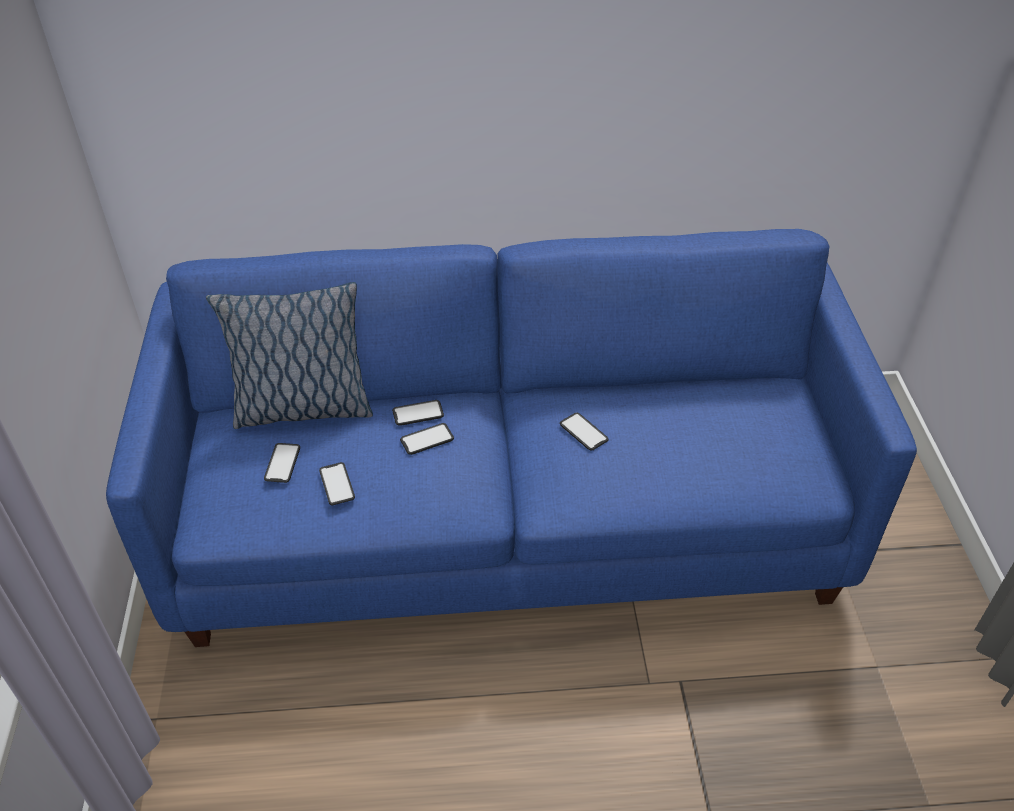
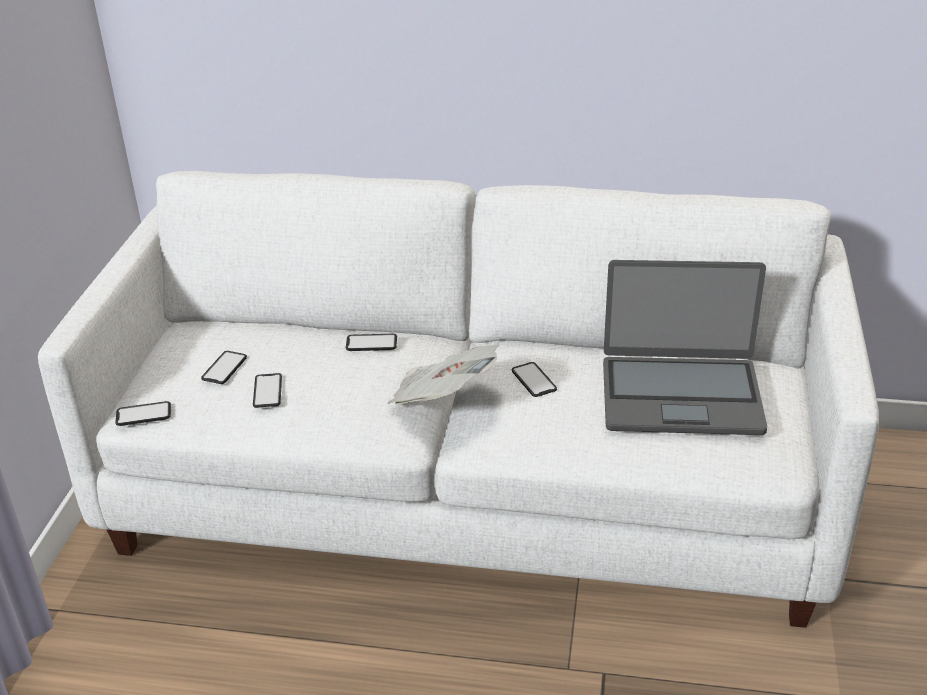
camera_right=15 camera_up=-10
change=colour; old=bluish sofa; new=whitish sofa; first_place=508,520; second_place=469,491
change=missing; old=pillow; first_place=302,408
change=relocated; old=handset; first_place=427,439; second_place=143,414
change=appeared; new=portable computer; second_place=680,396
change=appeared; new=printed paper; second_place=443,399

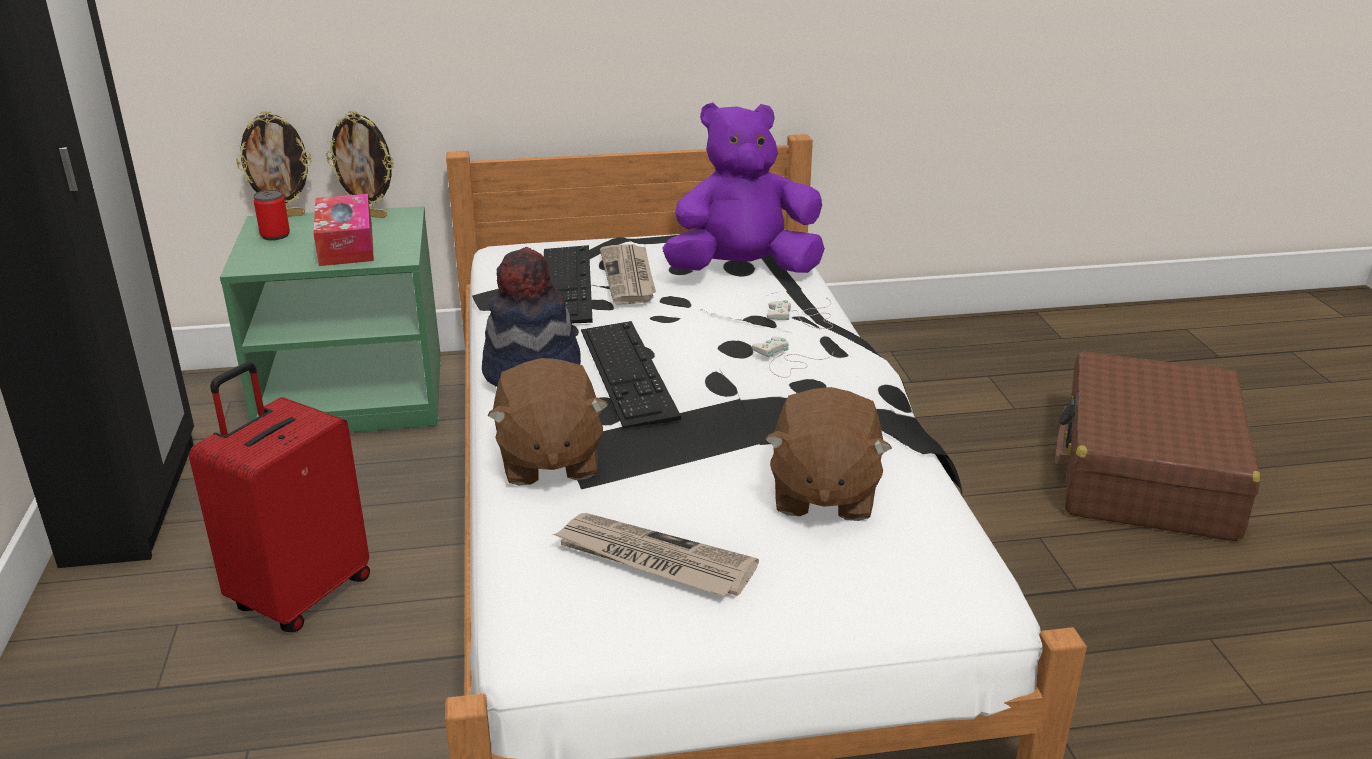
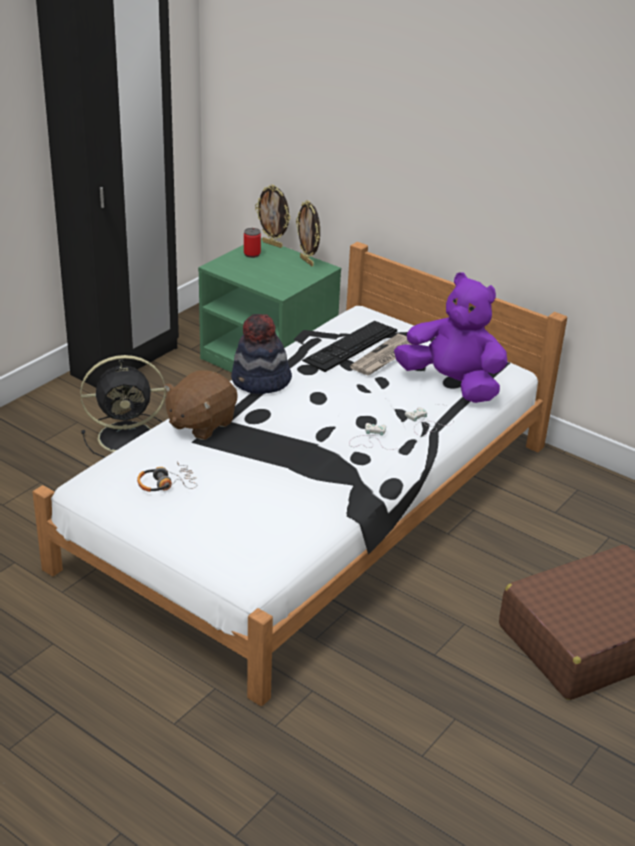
camera_right=45 camera_up=5
change=missing; old=box of tissues; first_place=346,244
change=missing; old=computer keyboard; first_place=627,372
change=exchanged; old=reddish piece of luggage; new=blackish cooling fan; first_place=300,594; second_place=128,437
change=missing; old=brown-coloured soft toy; first_place=822,493
change=exchanged; old=printed paper; new=pair of headphones; first_place=652,560; second_place=166,484

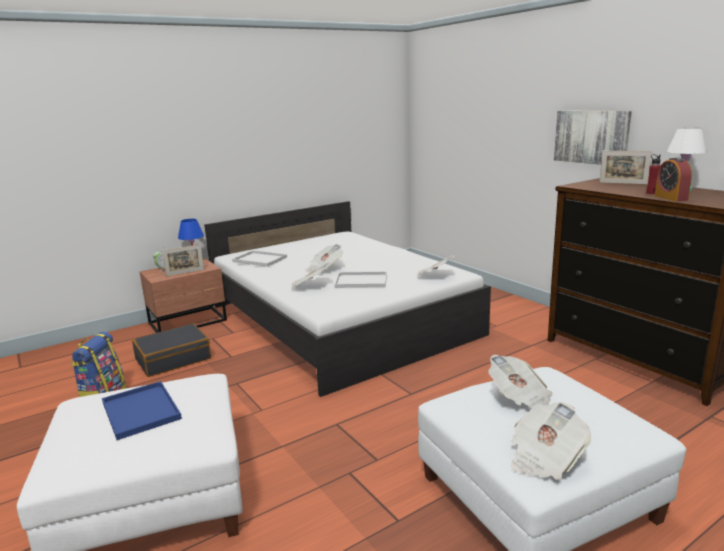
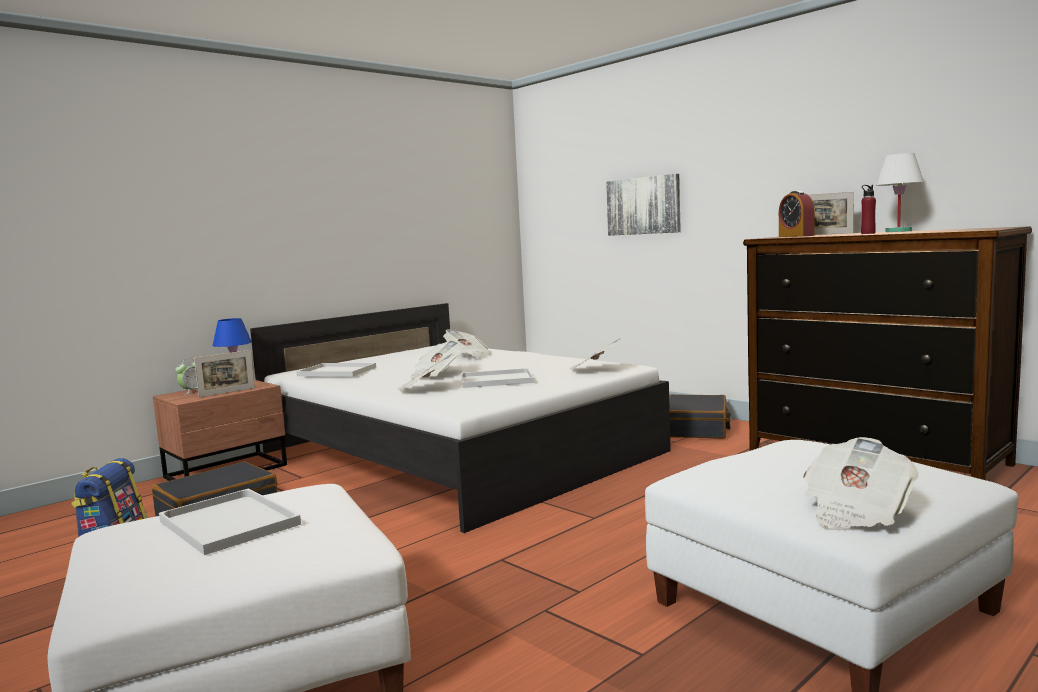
camera_right=-10 camera_up=-10
change=relocated; old=wall picture; first_place=591,137; second_place=643,206
change=relocated; old=table clock; first_place=670,198; second_place=796,236
change=relocated; old=printed paper; first_place=520,399; second_place=468,356
change=colour; old=bluish tray; new=whitish tray; first_place=139,410; second_place=226,522
change=appeared; new=blackish piece of luggage; second_place=697,429

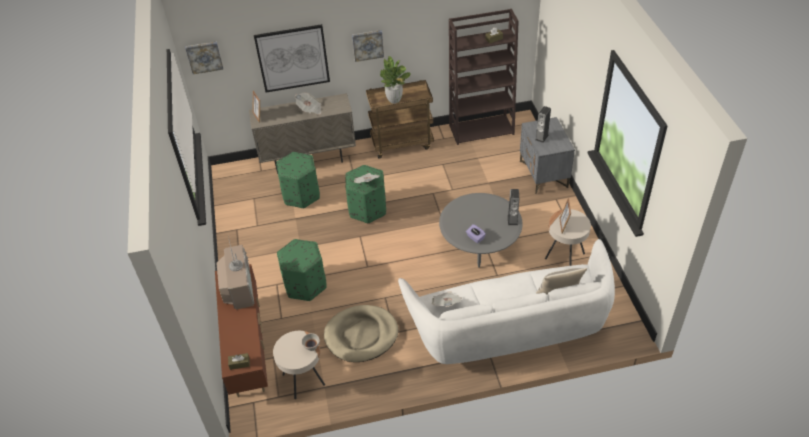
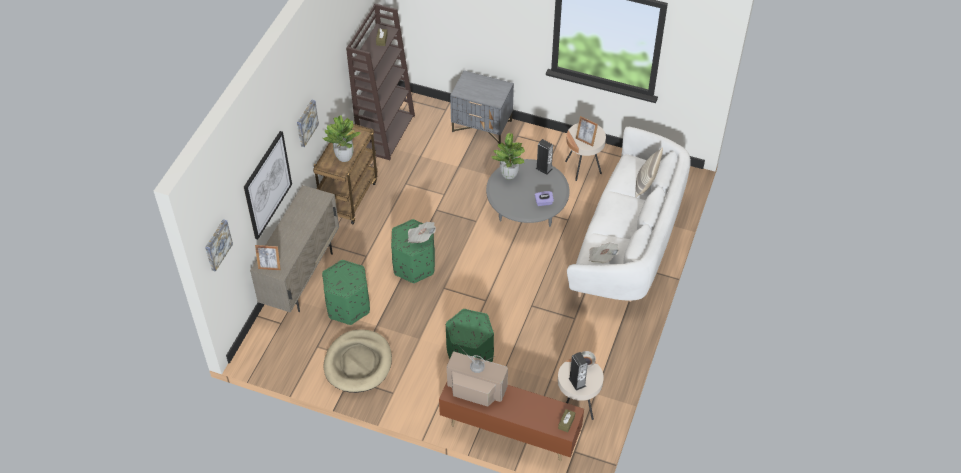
camera_right=-60 camera_up=5
change=missing; old=printed paper; first_place=310,109
change=relocated; old=speaker; first_place=541,137; second_place=577,382
change=relocated; old=sand-coloured dog bed; first_place=361,335; second_place=358,363
change=appeared; new=houseplant; second_place=509,175

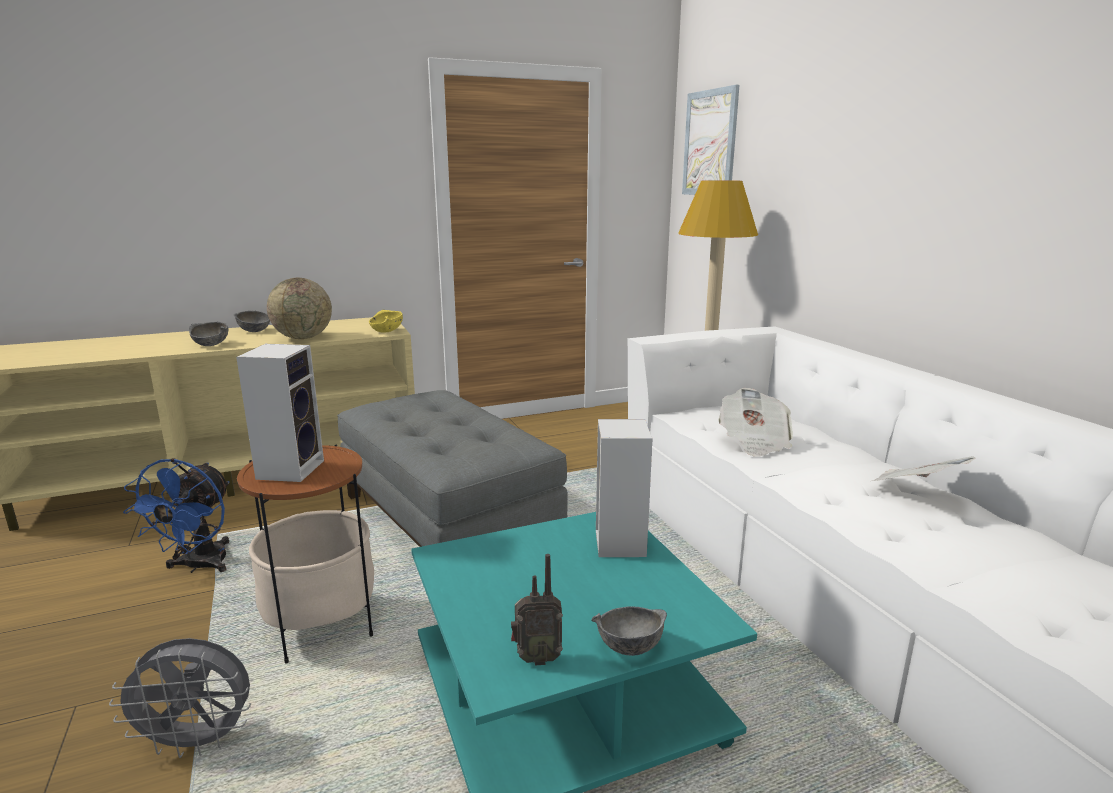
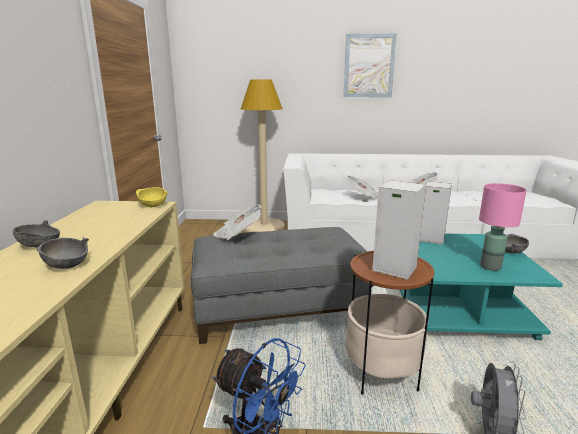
camera_right=-65 camera_up=0
change=relocated; old=wall picture; first_place=710,143; second_place=369,66
change=missing; old=world globe; first_place=303,338
change=missing; old=radio set; first_place=536,658
change=appeared; new=pink-coloured lamp for a table; second_place=490,266
change=appeared; new=printed paper; second_place=238,234

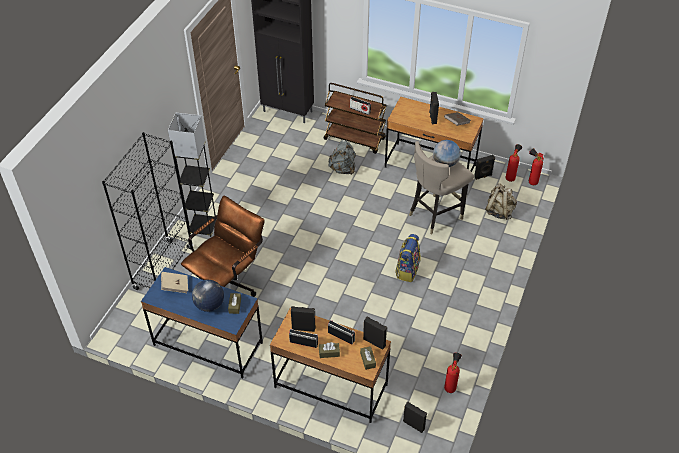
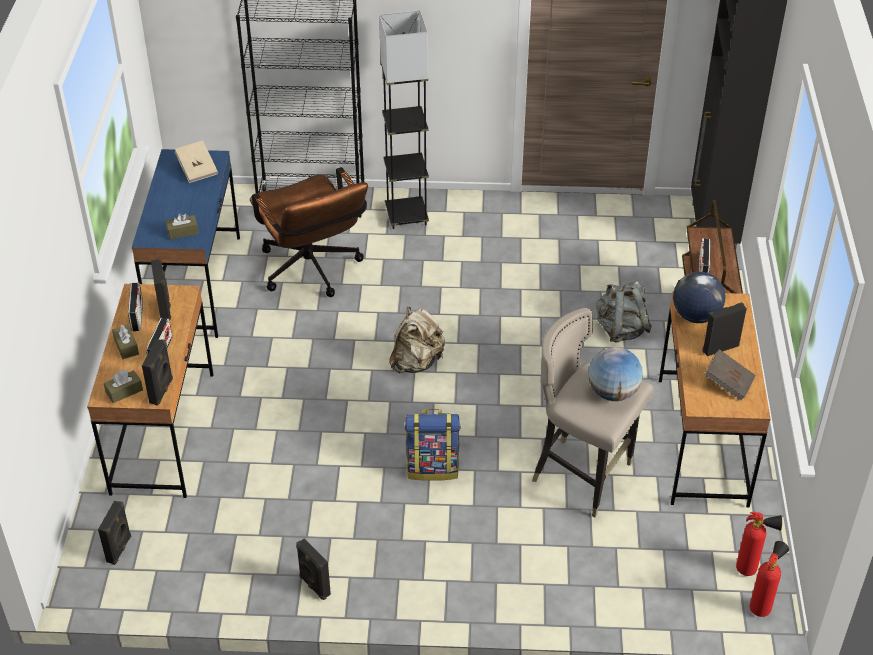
camera_right=70 camera_up=-5
change=relocated; old=blackish speaker; first_place=483,176; second_place=314,586
change=relocated; old=sand-coloured knapsack; first_place=499,211; second_place=416,362
change=spun; old=brown-coloured office chair; first_place=229,283; second_place=313,272; degrees=45
change=relocated; old=world globe; first_place=209,305; second_place=695,316
change=missing; old=fire extinguisher; first_place=450,386

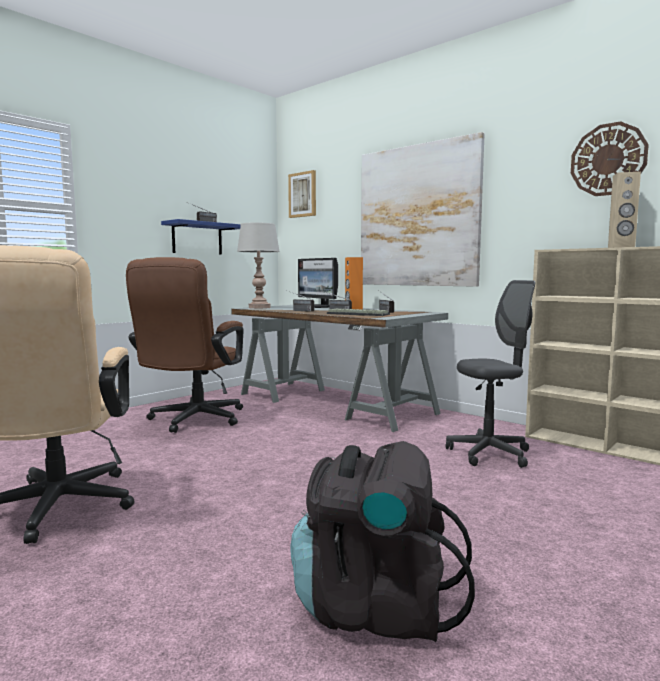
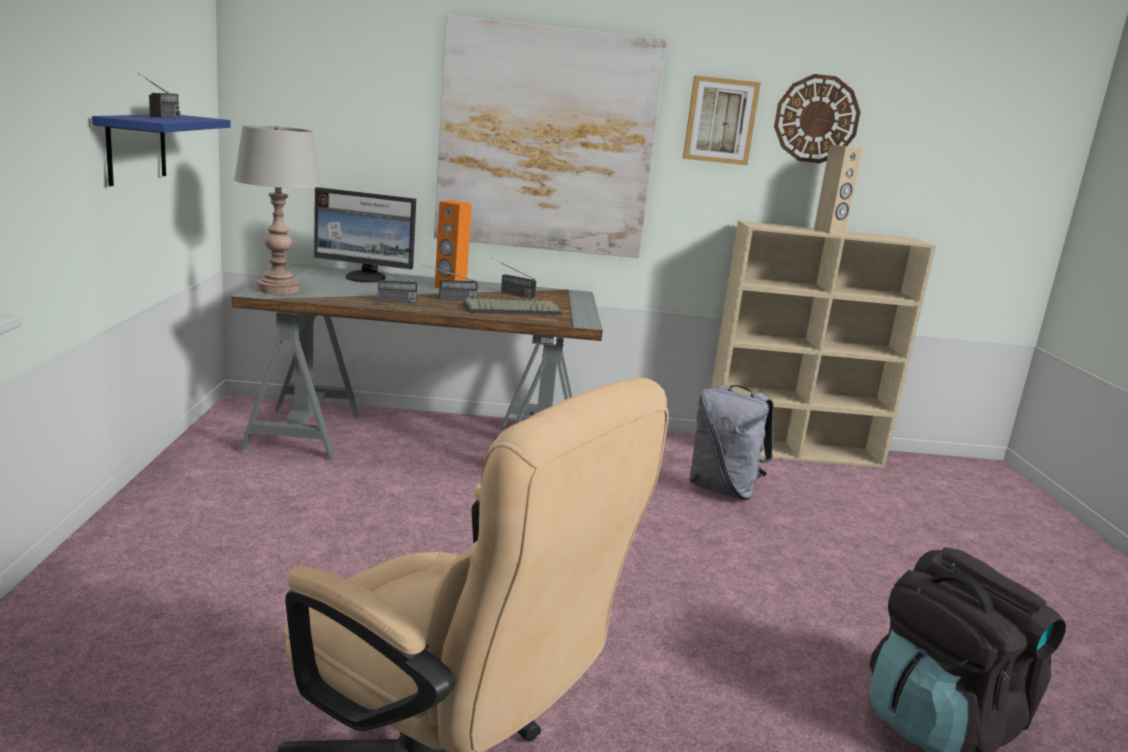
camera_right=-45 camera_up=10
change=relocated; old=wall picture; first_place=303,194; second_place=720,120
change=missing; old=brown-coloured office chair; first_place=192,421
change=exchanged; old=greyish office chair; new=greyish knapsack; first_place=489,454; second_place=723,490

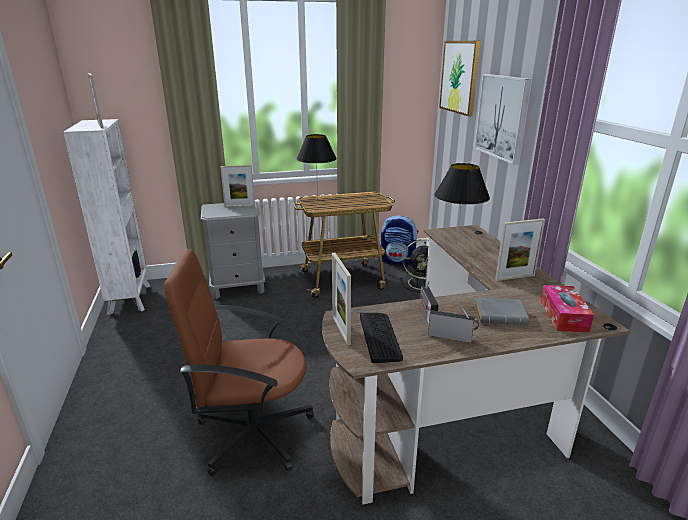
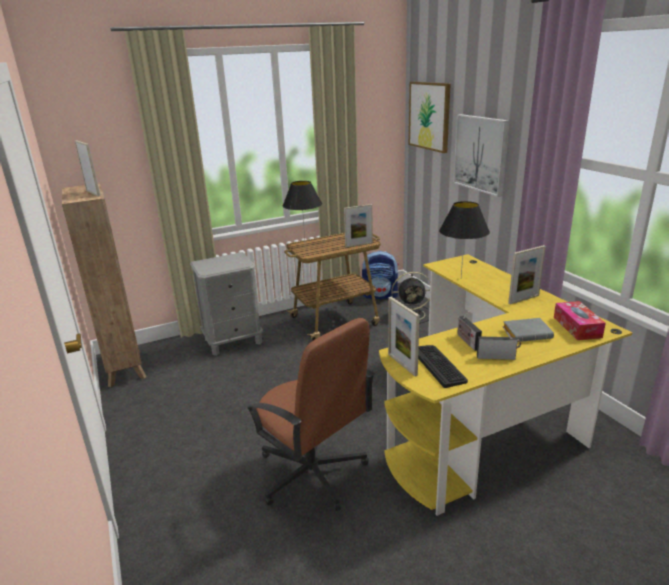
camera_right=-10 camera_up=0
change=colour; old=whitish shelving unit; new=brown-coloured shelving unit; first_place=130,298; second_place=125,367
change=relocated; old=photo frame; first_place=239,206; second_place=359,245
change=colour; old=brown-coloured desk; new=yellow-coloured desk; first_place=460,404; second_place=487,418
change=spun; old=brown-coloured office chair; first_place=252,432; second_place=312,474; degrees=-120

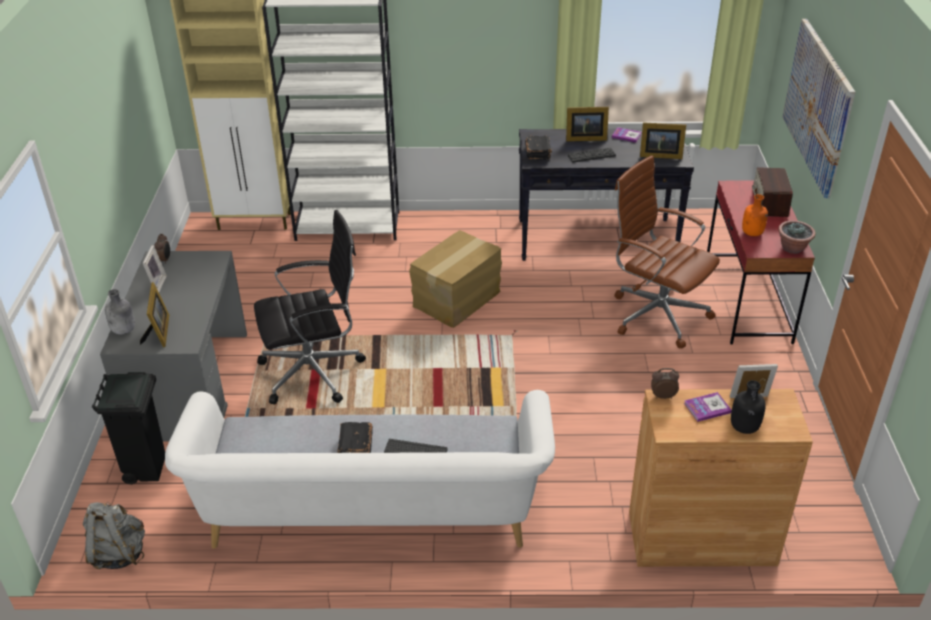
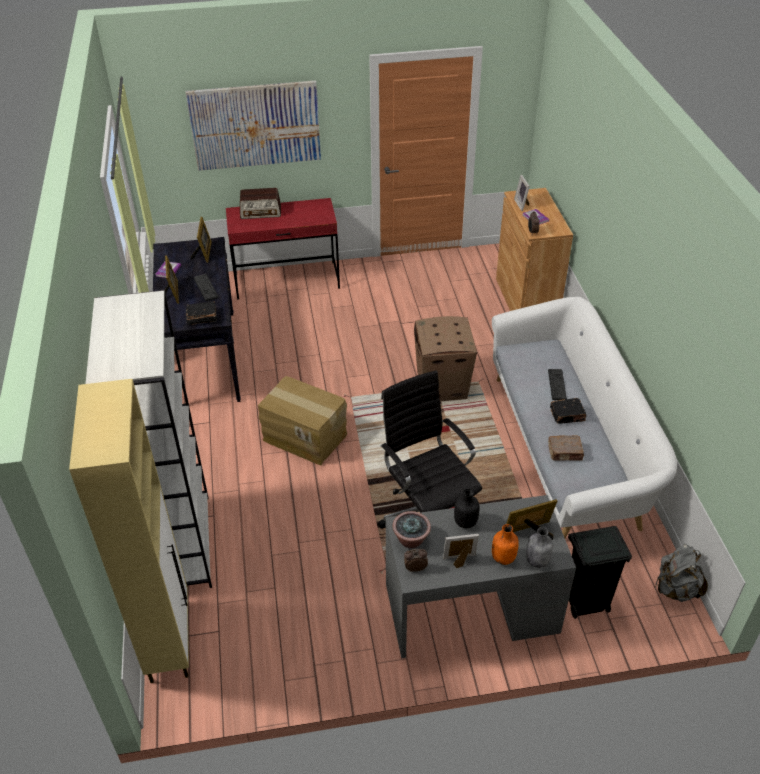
camera_right=-100 camera_up=5
change=missing; old=brown-coloured office chair; first_place=656,314
change=relocated; old=orangey beverage bottle; first_place=752,233; second_place=503,557
change=relocated; old=houseplant; first_place=793,248; second_place=411,540
change=relocated; old=blackish beverage bottle; first_place=744,428; second_place=466,522
change=appeared; new=cardboard box; second_place=442,386
change=appeared; new=brown-coloured volume; second_place=565,453

